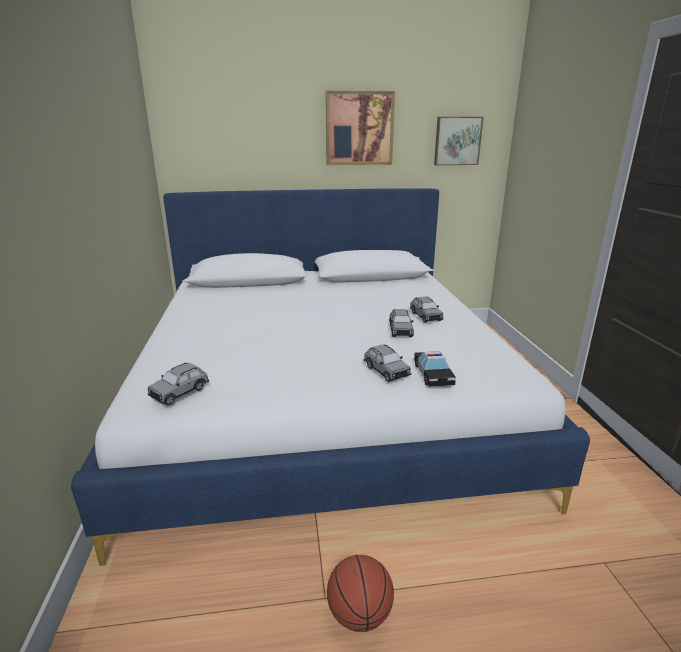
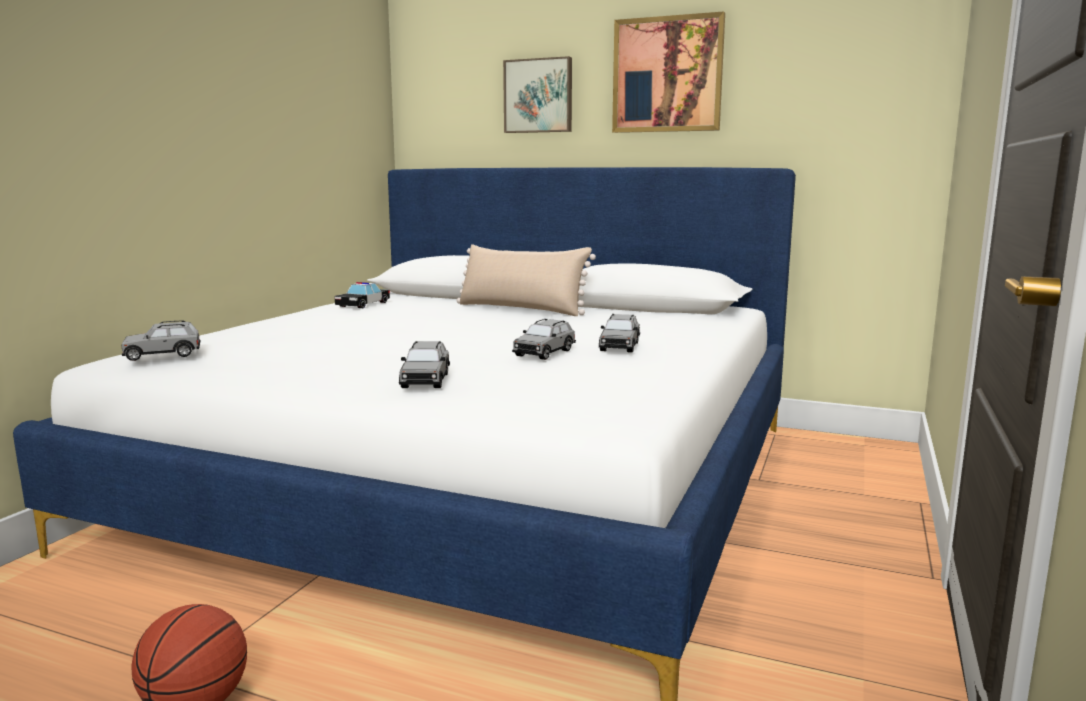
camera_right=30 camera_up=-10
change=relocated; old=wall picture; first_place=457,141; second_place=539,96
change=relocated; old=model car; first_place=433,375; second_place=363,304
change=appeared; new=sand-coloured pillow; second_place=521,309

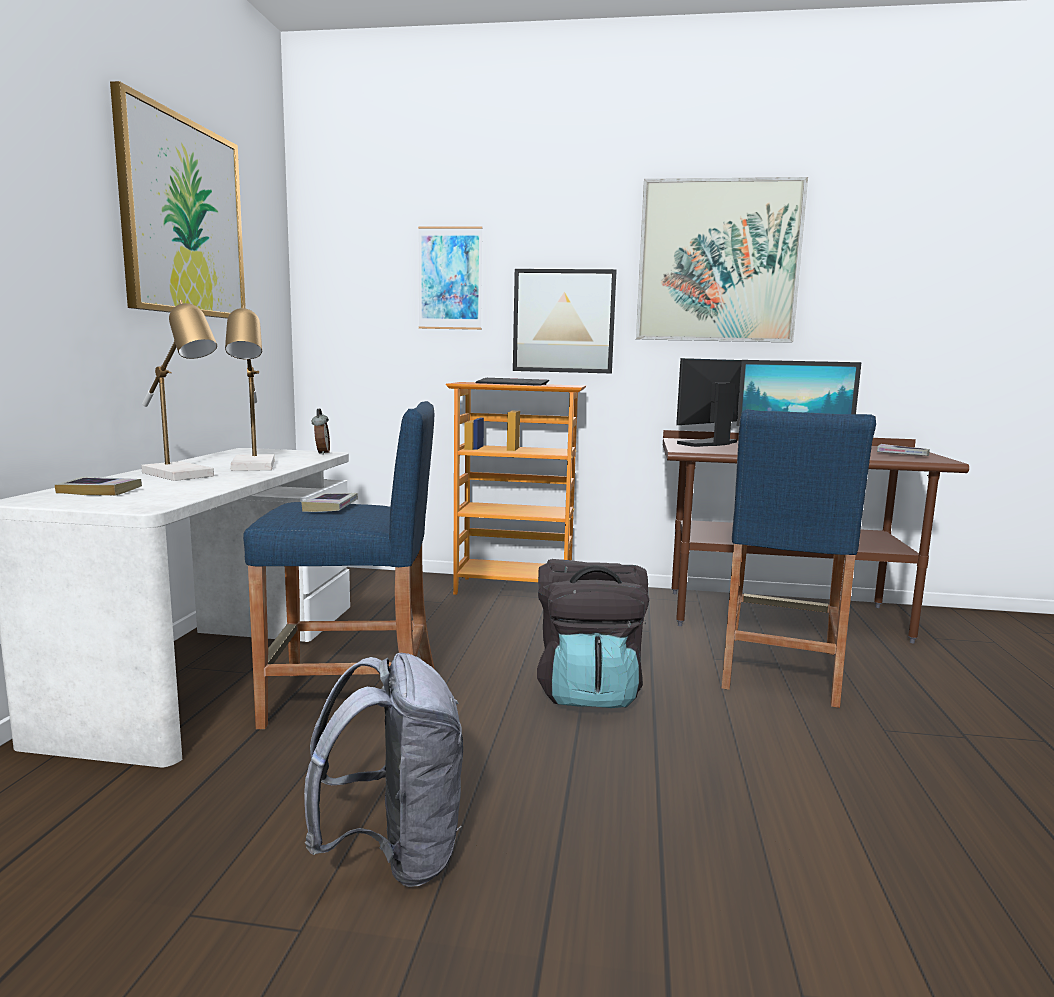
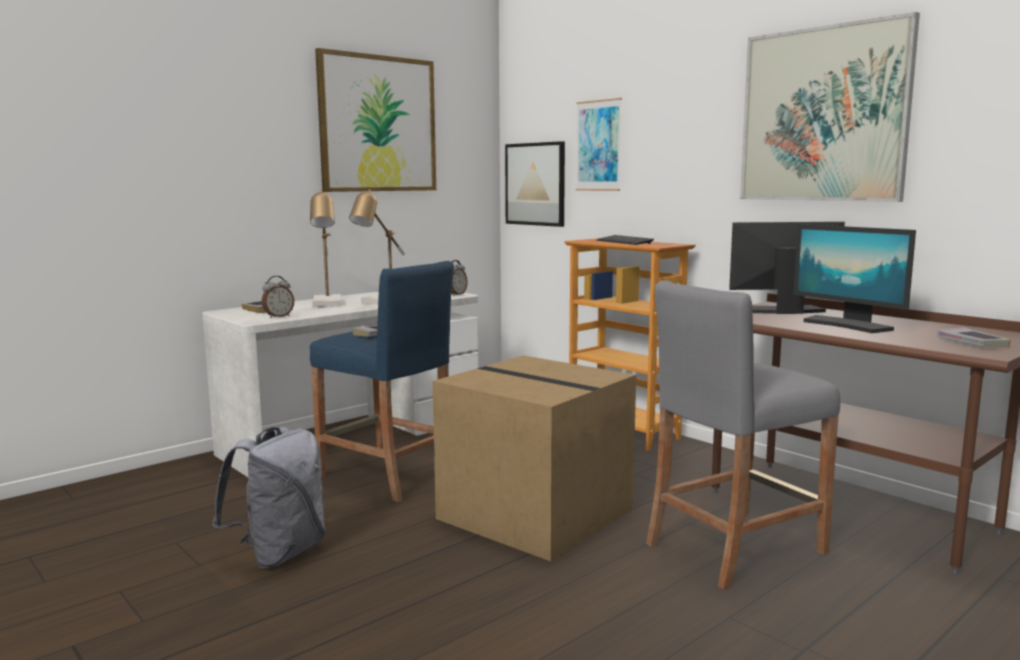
camera_right=40 camera_up=0
change=relocated; old=wall picture; first_place=563,321; second_place=535,184
change=colour; old=bluish sitting stool; new=greyish sitting stool; first_place=779,669; second_place=734,548
change=exchanged; old=blackish knapsack; new=cardboard box; first_place=588,690; second_place=538,514
change=appeared; new=table clock; second_place=278,316

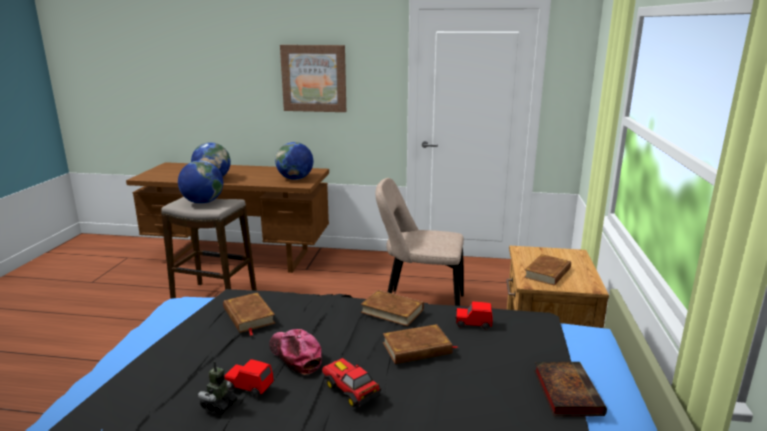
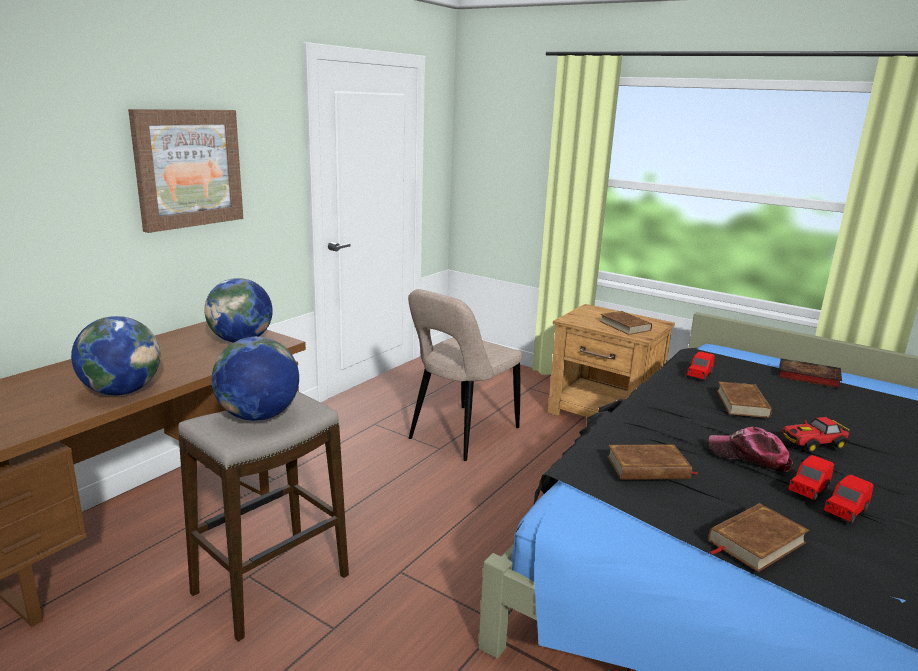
camera_right=-65 camera_up=0
change=relocated; old=brown-coloured volume; first_place=392,311; second_place=756,541
change=spun; old=peaked cap; first_place=295,356; second_place=749,456; degrees=45
change=exchanged; old=toy robot; new=reddish model car; first_place=219,405; second_place=845,511

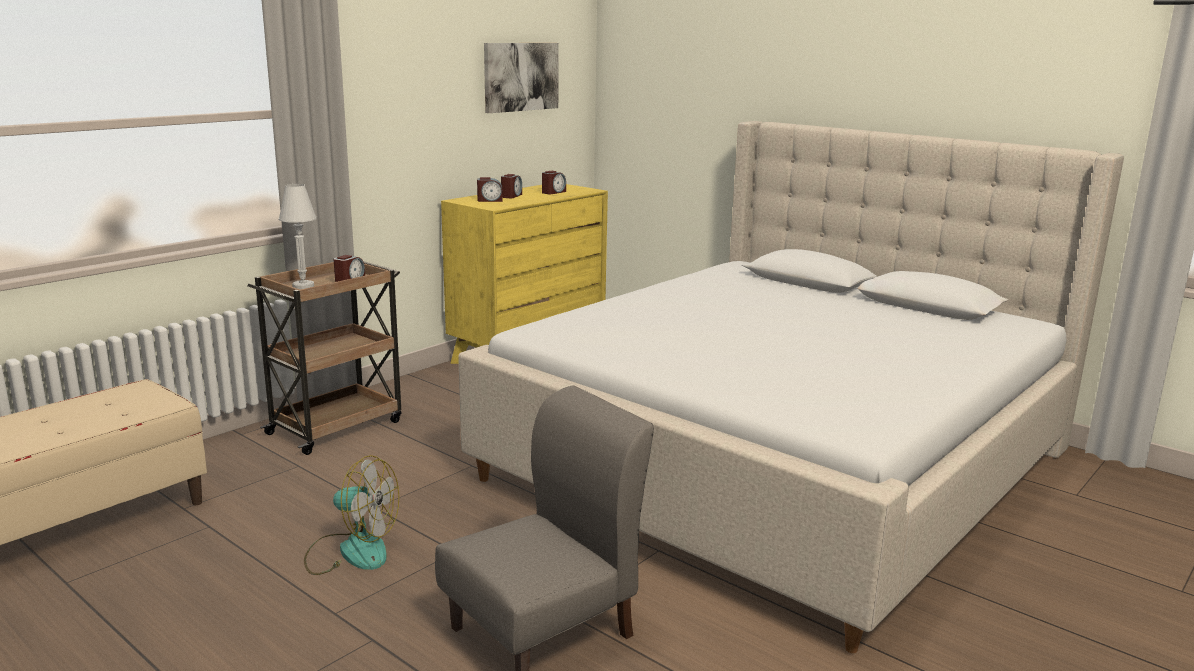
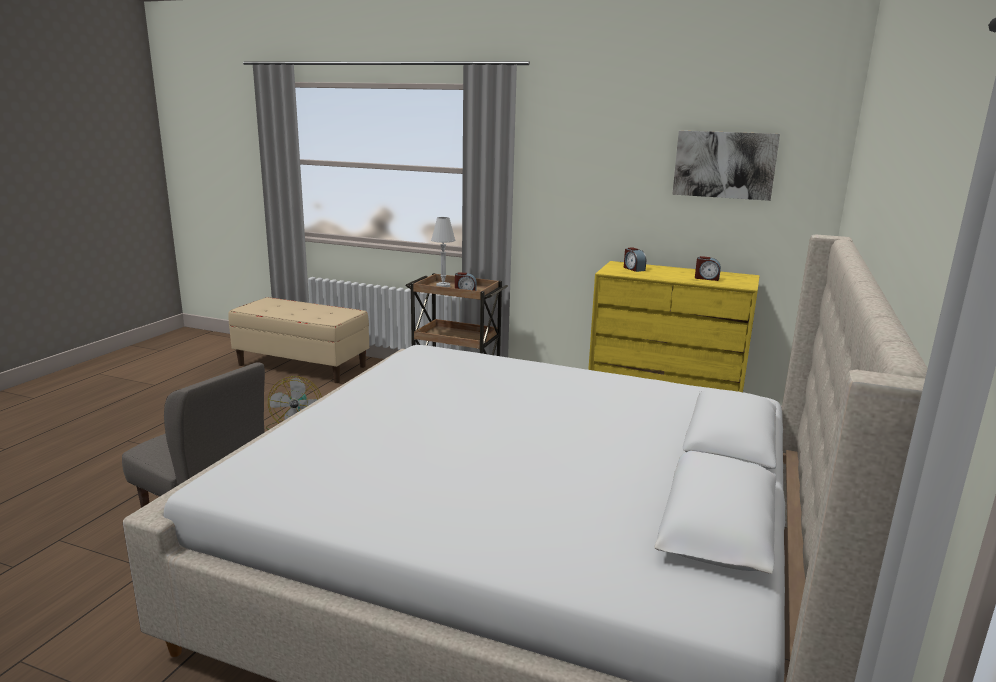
camera_right=70 camera_up=0
change=missing; old=table clock; first_place=511,196

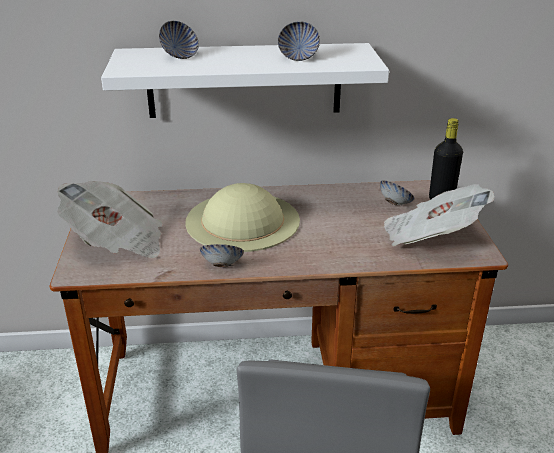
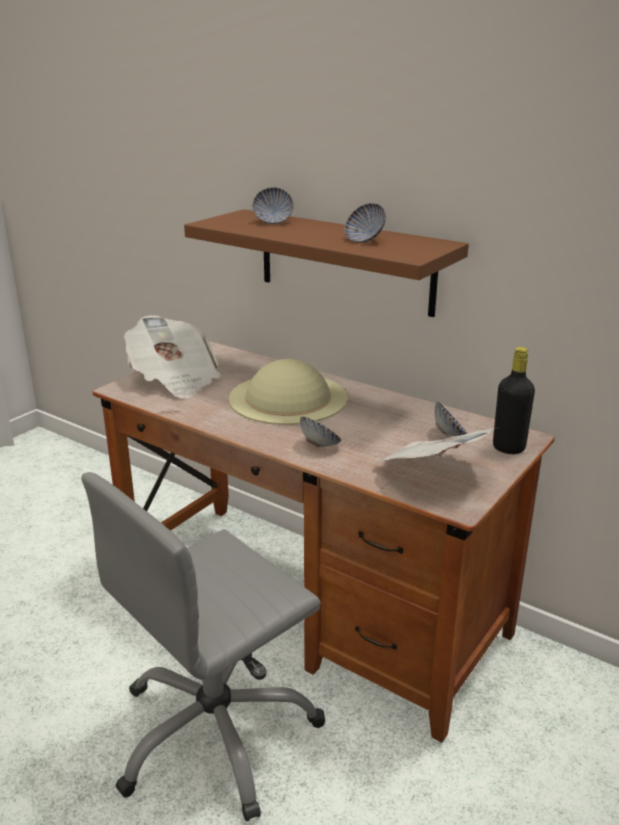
camera_right=40 camera_up=-5
change=colour; old=whitish wall shelf; new=brown-coloured wall shelf; first_place=244,80; second_place=345,261
change=relocated; old=serving bowl; first_place=222,265; second_place=319,446

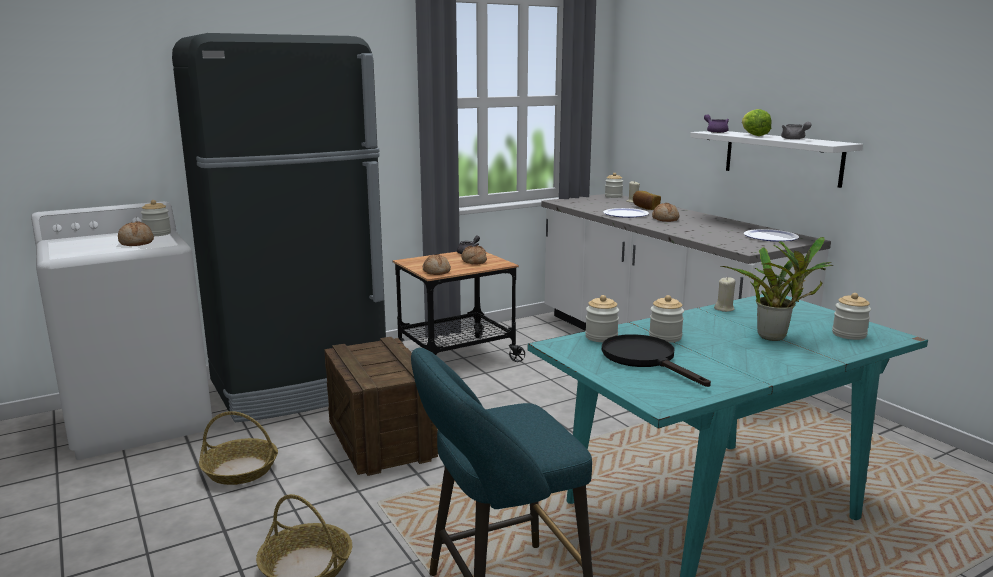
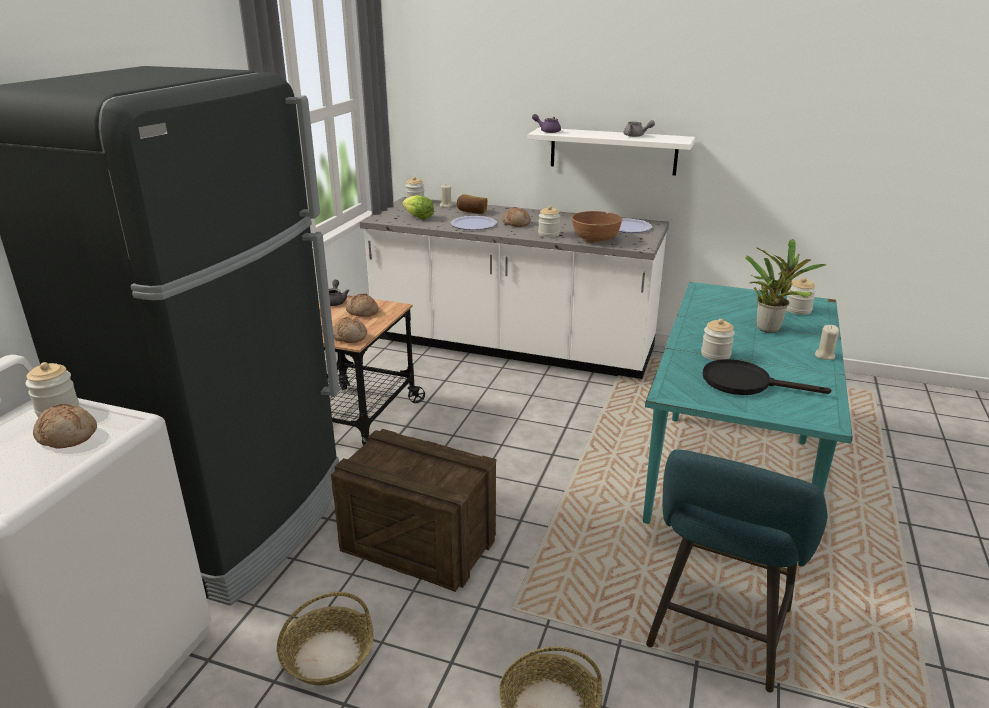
camera_right=-40 camera_up=10
change=relocated; old=lettuce; first_place=753,135; second_place=418,217
change=relocated; old=sand-coloured wax candle; first_place=724,309; second_place=824,355
change=relocated; old=jar; first_place=601,337; second_place=548,234
change=appeared; new=brown-coloured serving bowl; second_place=595,240

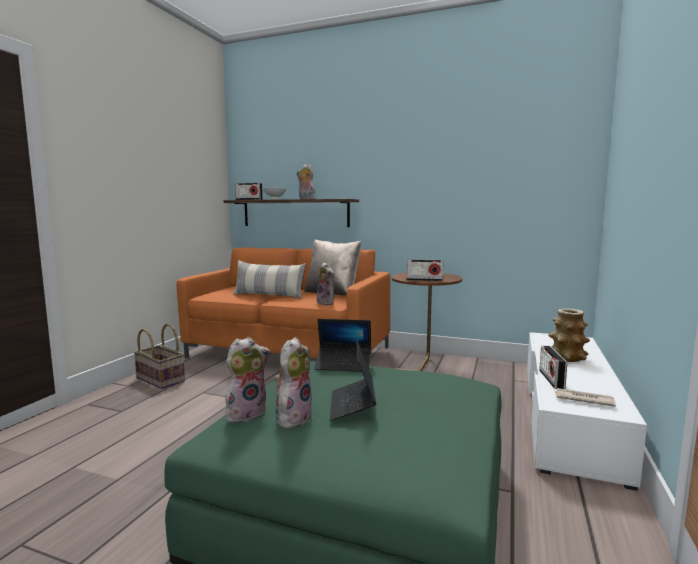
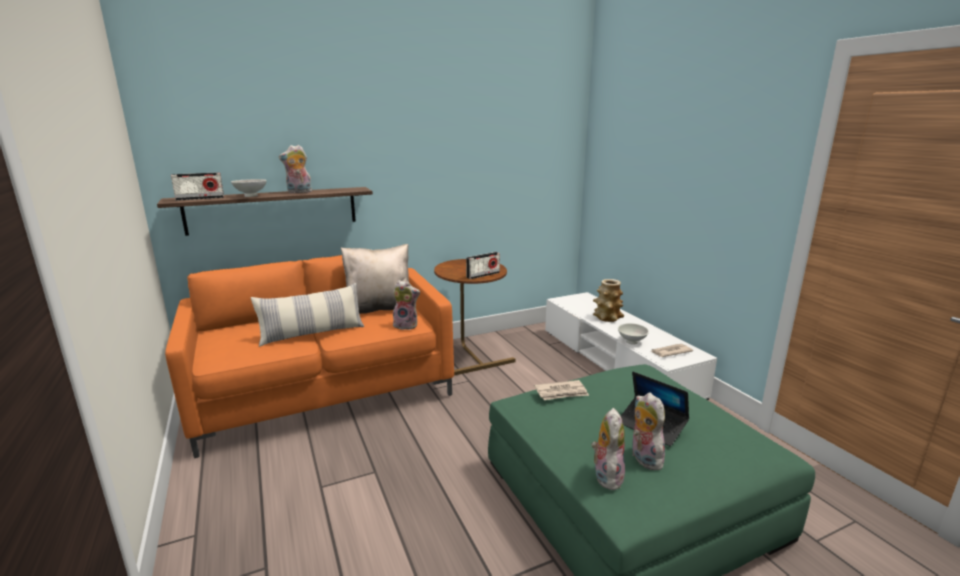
camera_right=-45 camera_up=10
change=exchanged; old=portable computer; new=printed paper; first_place=343,365; second_place=561,392
change=missing; old=household basket; first_place=161,379
change=exchanged; old=radio set; new=whitish serving bowl; first_place=551,379; second_place=632,342

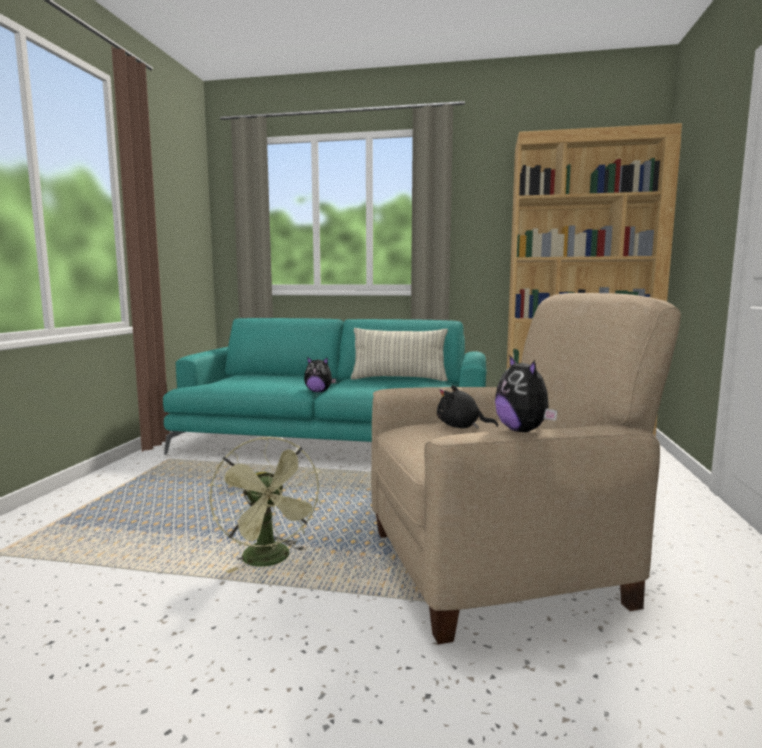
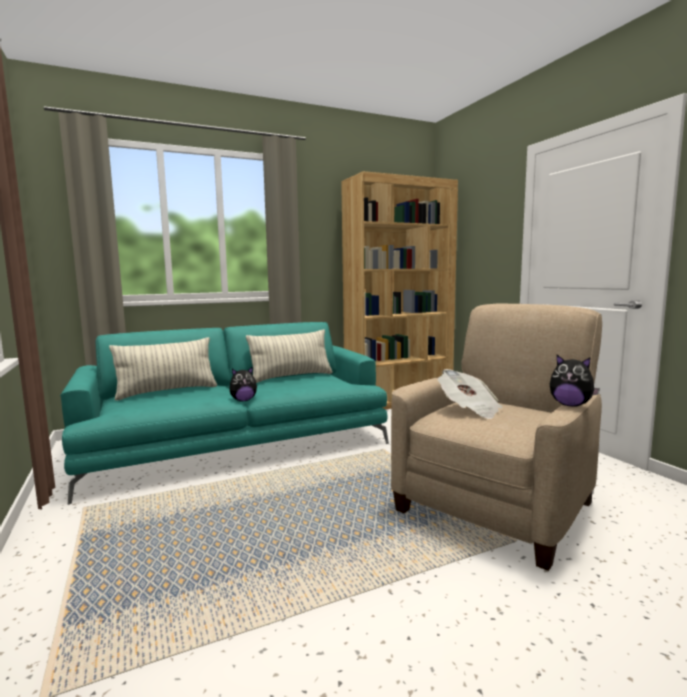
camera_right=-35 camera_up=0
change=exchanged; old=blackish soft toy; new=printed paper; first_place=461,427; second_place=469,410
change=missing; old=greenish cooling fan; first_place=270,560
change=appeared; new=pillow; second_place=167,392

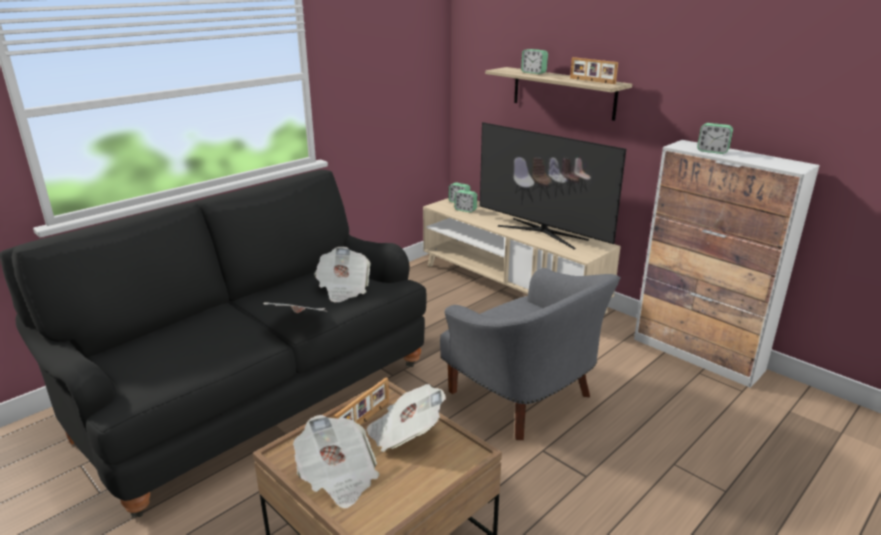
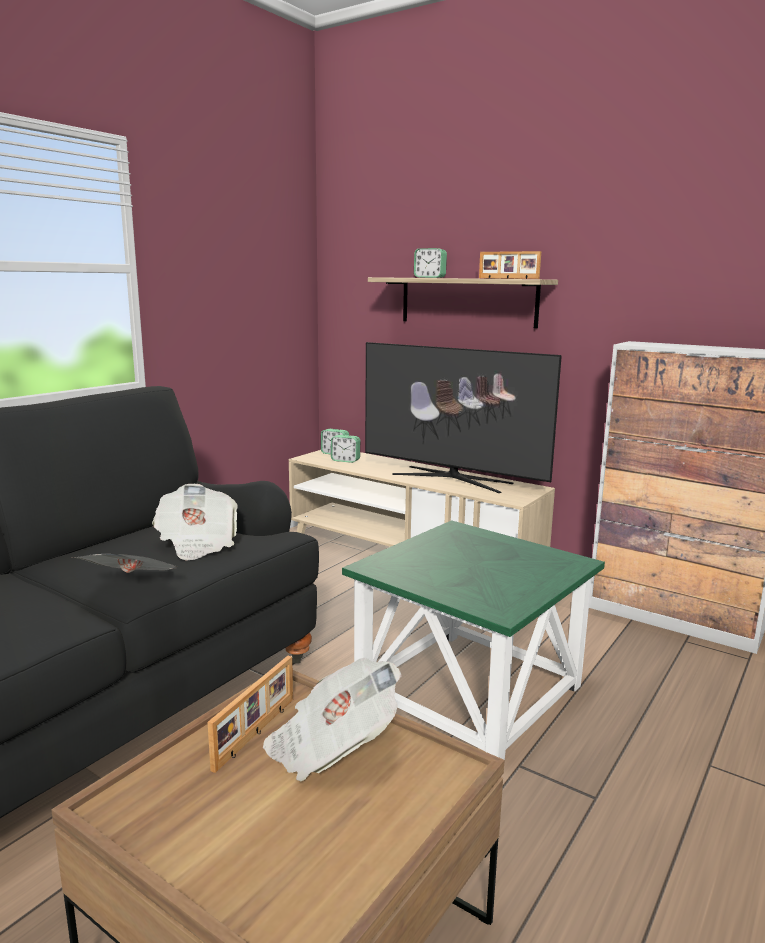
camera_right=-10 camera_up=-10
change=missing; old=table clock; first_place=712,151
change=exchanged; old=greyish armchair; new=greenish side table; first_place=524,398; second_place=469,693
change=missing; old=printed paper; first_place=338,477

